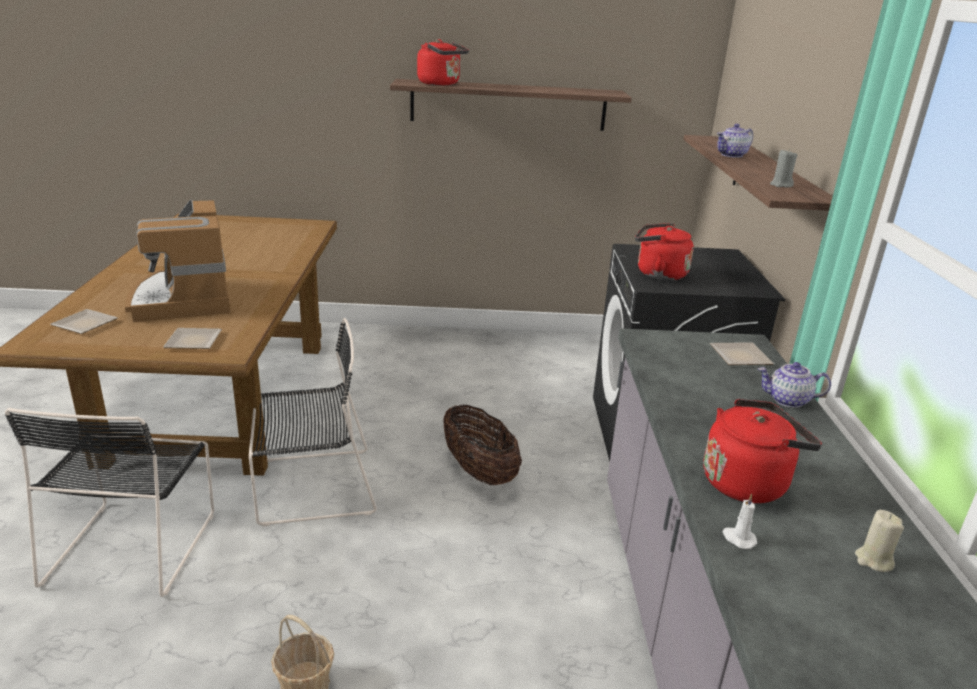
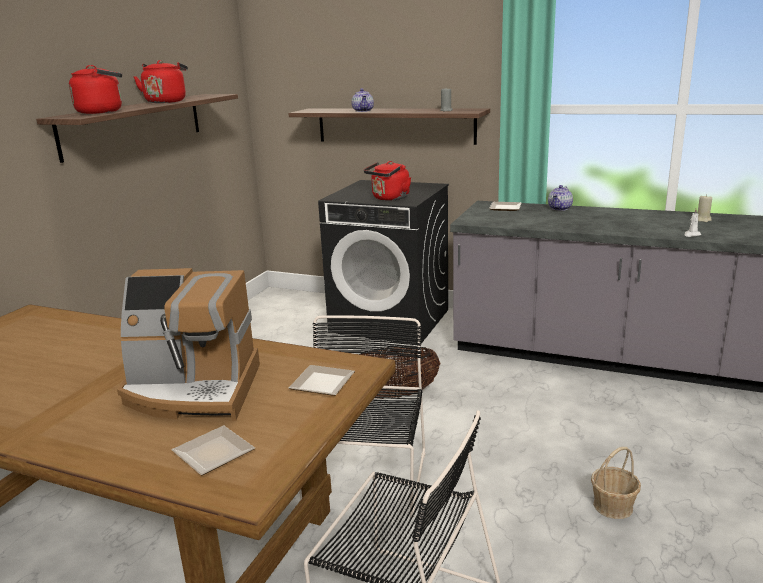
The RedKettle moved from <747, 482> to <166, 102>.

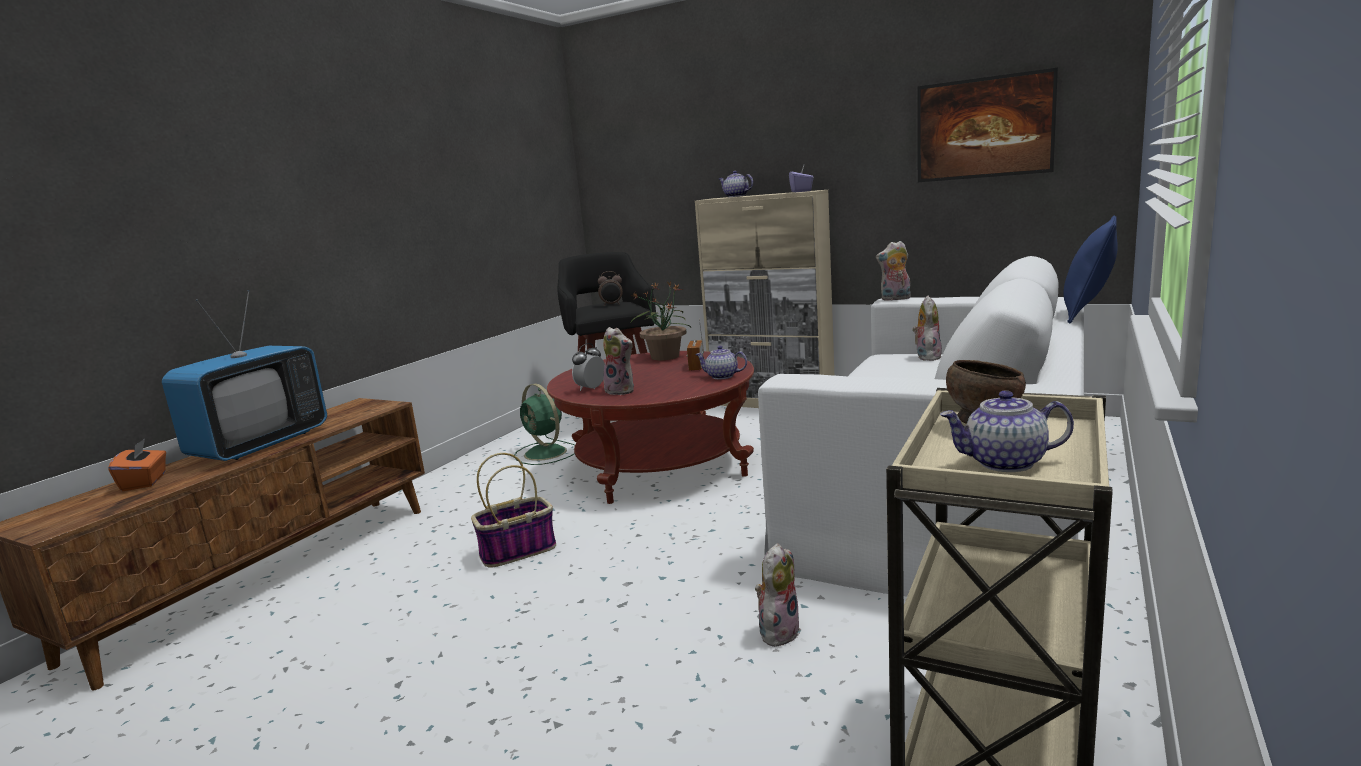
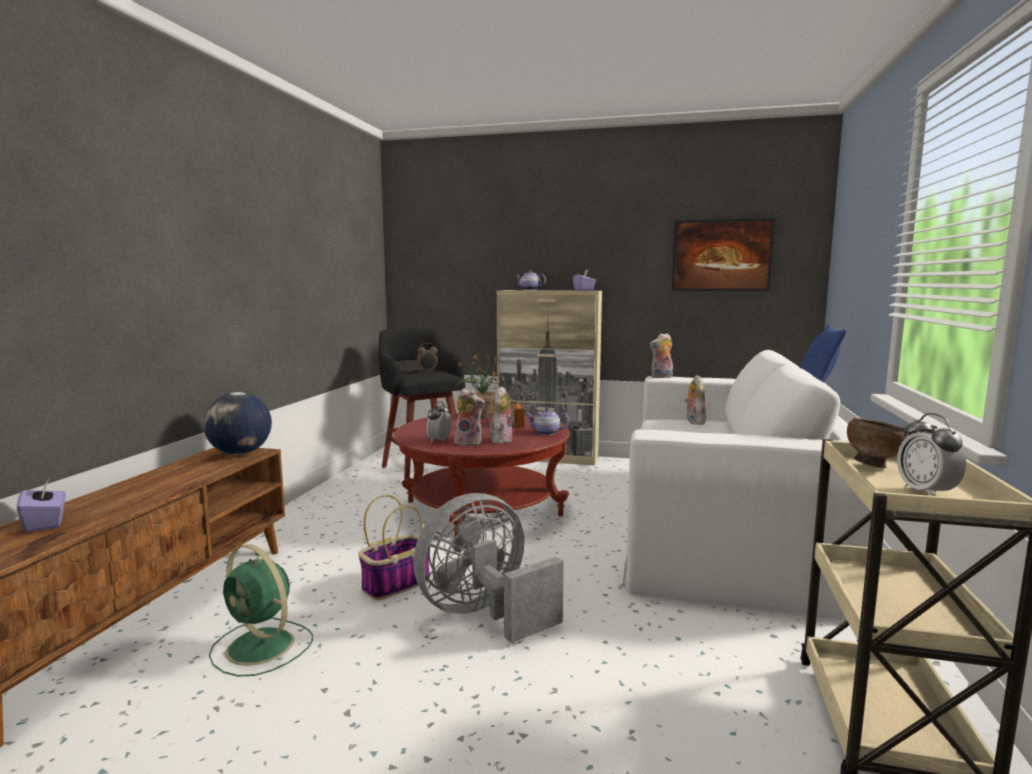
The OrangeTissueBox at <145, 482> became the PurpleTissueBox at <45, 523>.
The Television at <260, 444> disappeared.
The GreenFan moved from <546, 453> to <262, 647>.
The PlushToy moved from <778, 631> to <500, 440>.
The Teapot at <1004, 463> was replaced by the AlarmClock at <926, 492>.
The Globe at <239, 453> appeared.
The GreyFan at <484, 614> appeared.

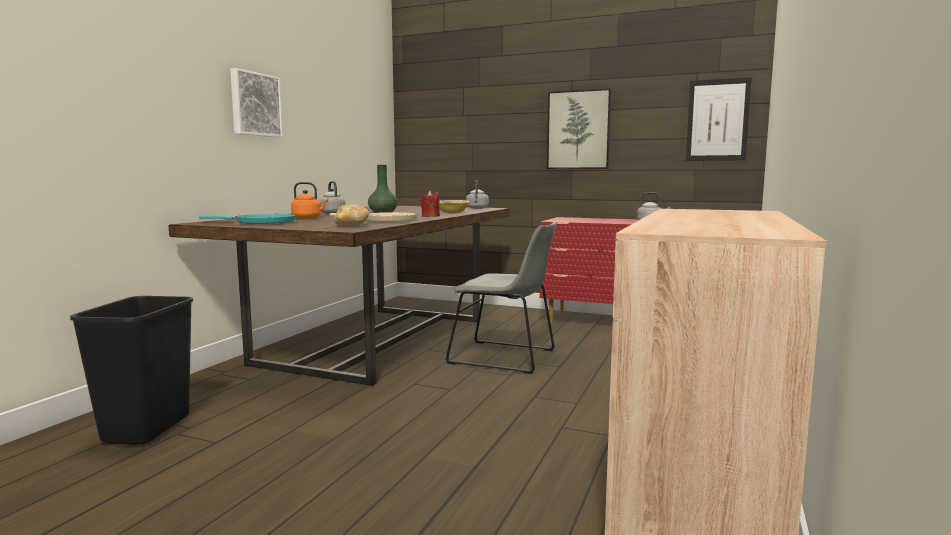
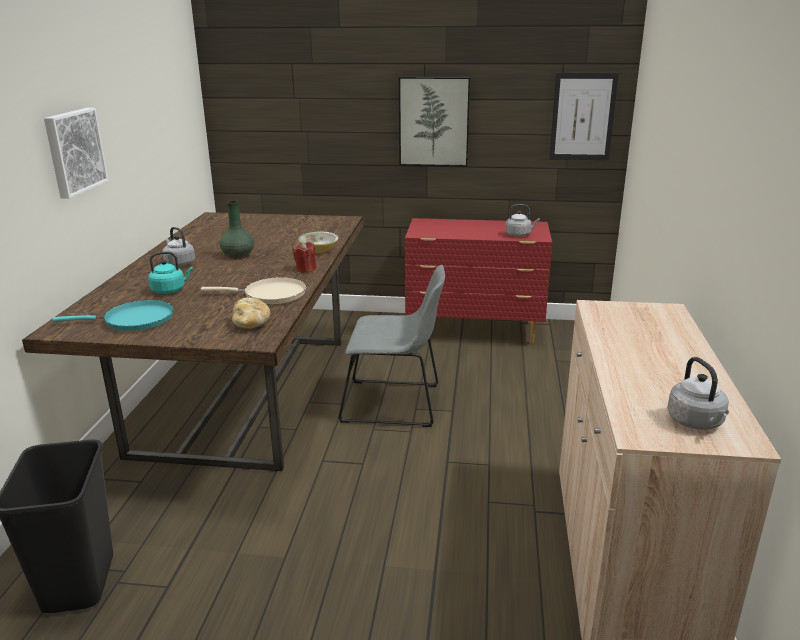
The OrangeKettle at <308, 218> became the TurquoiseKettle at <170, 290>.
The GreyKettle moved from <477, 208> to <696, 422>.

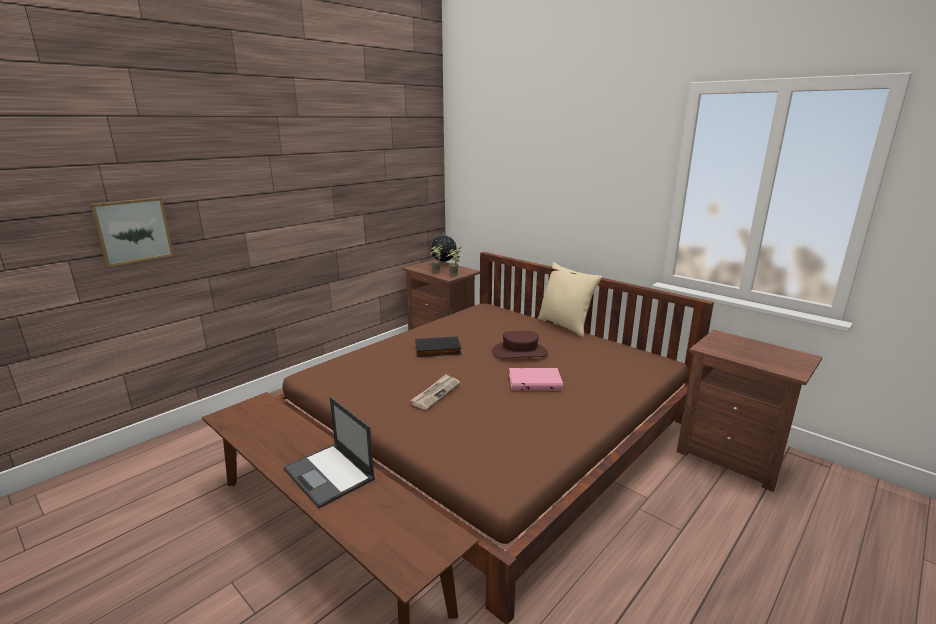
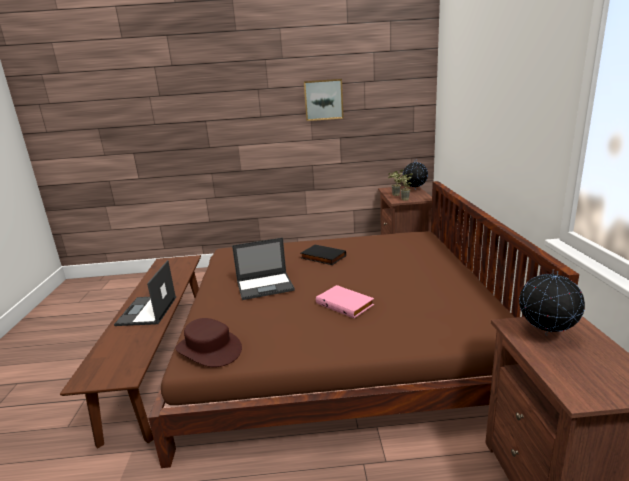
The Picture moved from <132, 230> to <323, 100>.
The Newspaper at <436, 393> was replaced by the Laptop at <266, 286>.
The BrownHat moved from <519, 352> to <209, 349>.
The BeigePillow at <565, 325> disappeared.
The Globe at <546, 334> appeared.

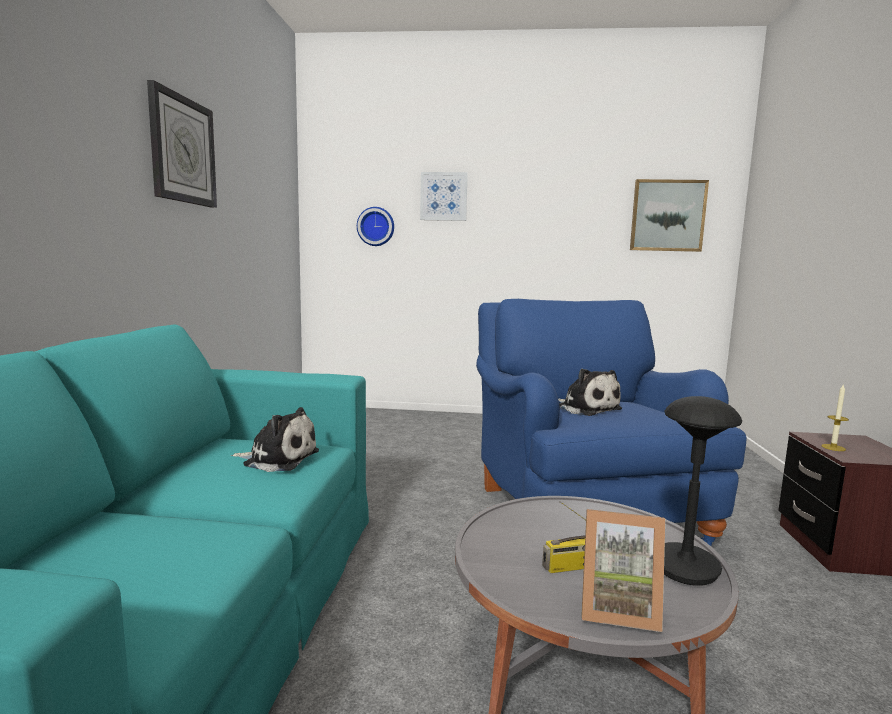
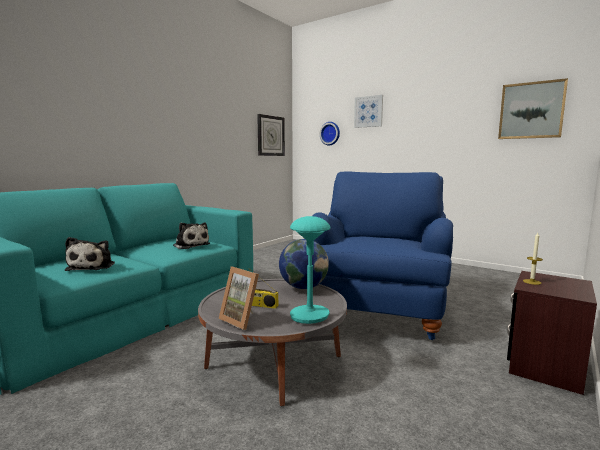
The WallClock moved from <182, 150> to <270, 136>.
The PlushToy moved from <586, 408> to <93, 266>.
The BlackTableLamp at <686, 566> became the TurquoiseTableLamp at <309, 316>.
The Globe at <303, 287> appeared.

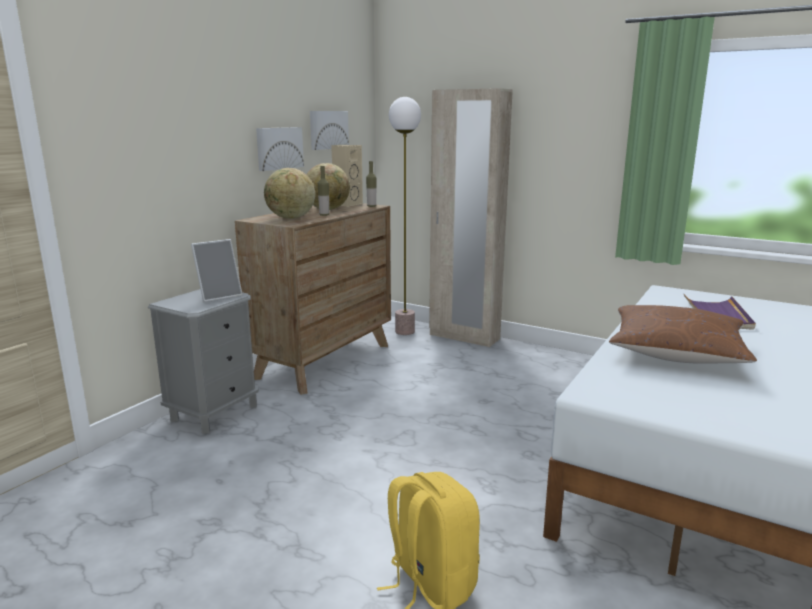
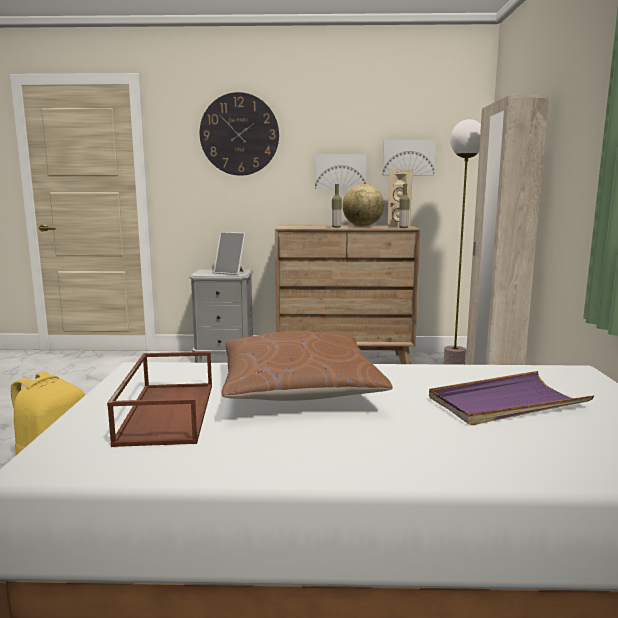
The Globe at <290, 218> disappeared.
The BrownTray at <166, 411> appeared.
The WallClock at <239, 134> appeared.

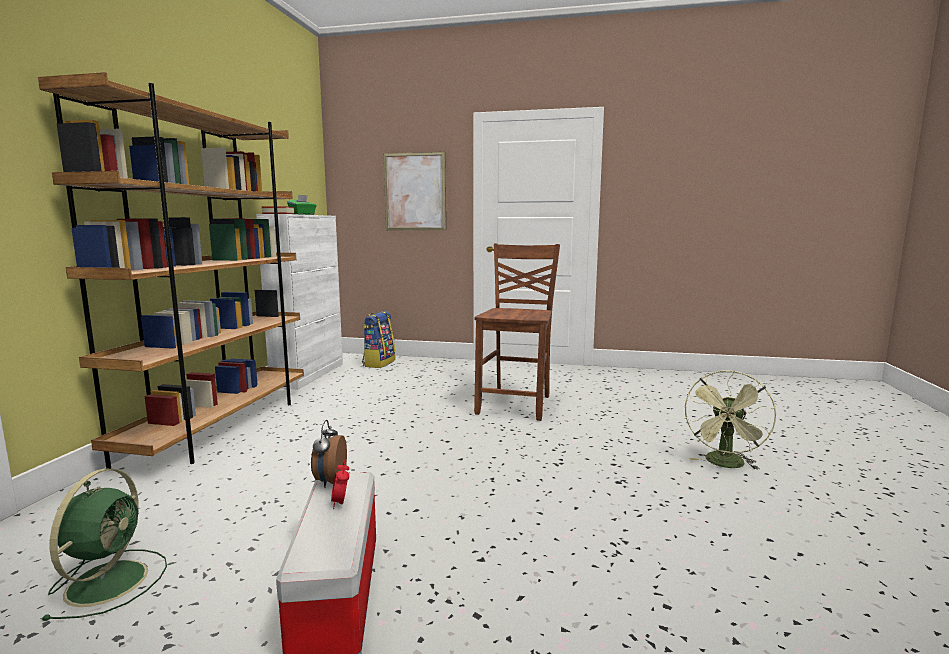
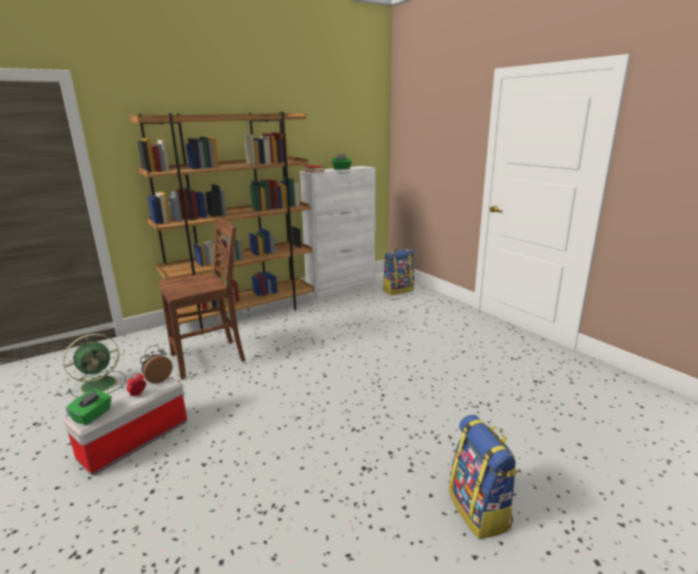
The Picture at <415, 192> disappeared.
The BrownChair moved from <516, 404> to <210, 358>.
The GreenFan at <725, 465> was replaced by the Backpack at <480, 510>.
The GreenTissueBox at <93, 415> appeared.

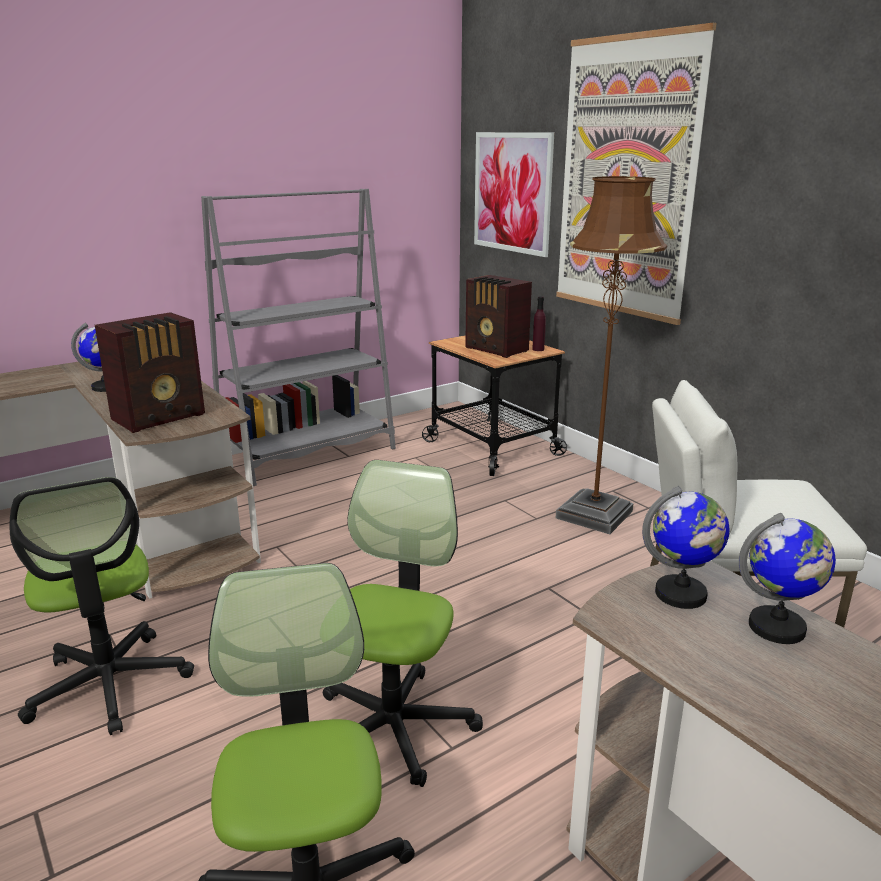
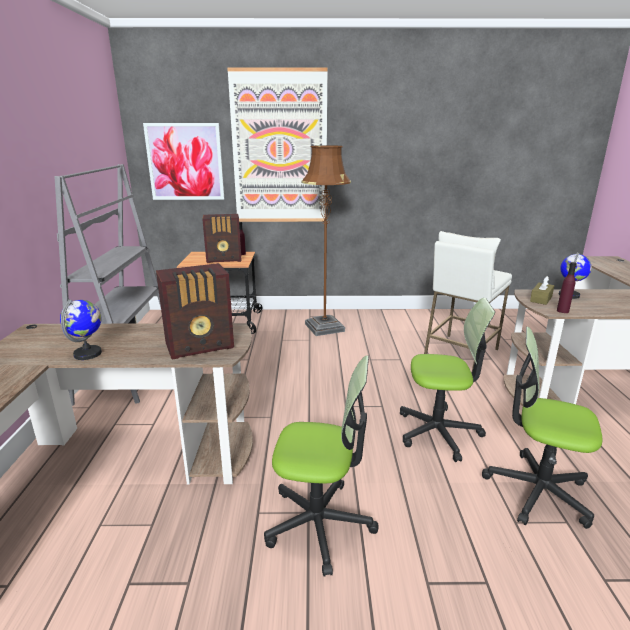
The Radio at <161, 417> turned 75 degrees clockwise.
The OfficeChair at <394, 726> turned 135 degrees clockwise.
The Globe at <681, 594> was replaced by the BrownTissueBox at <541, 299>.
The PurpleBottle at <562, 311> appeared.

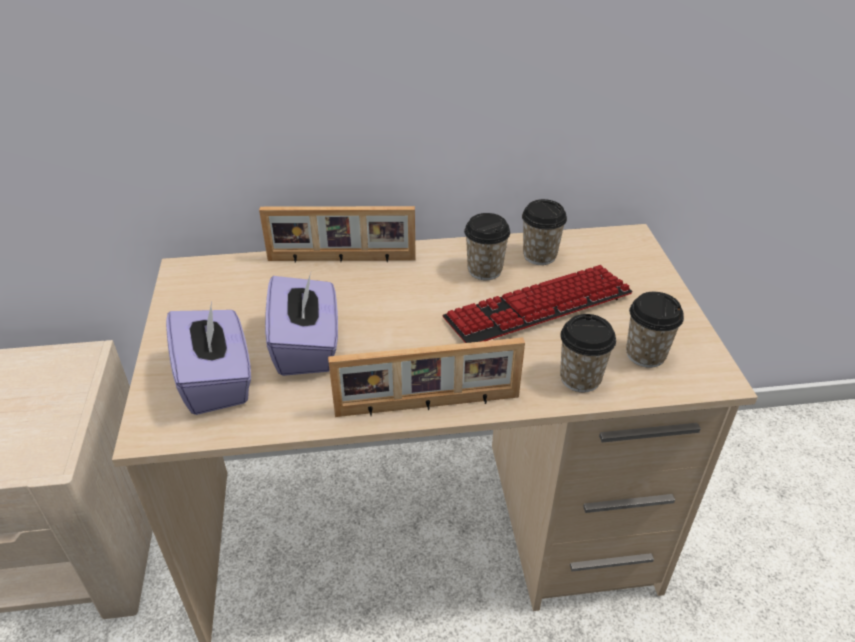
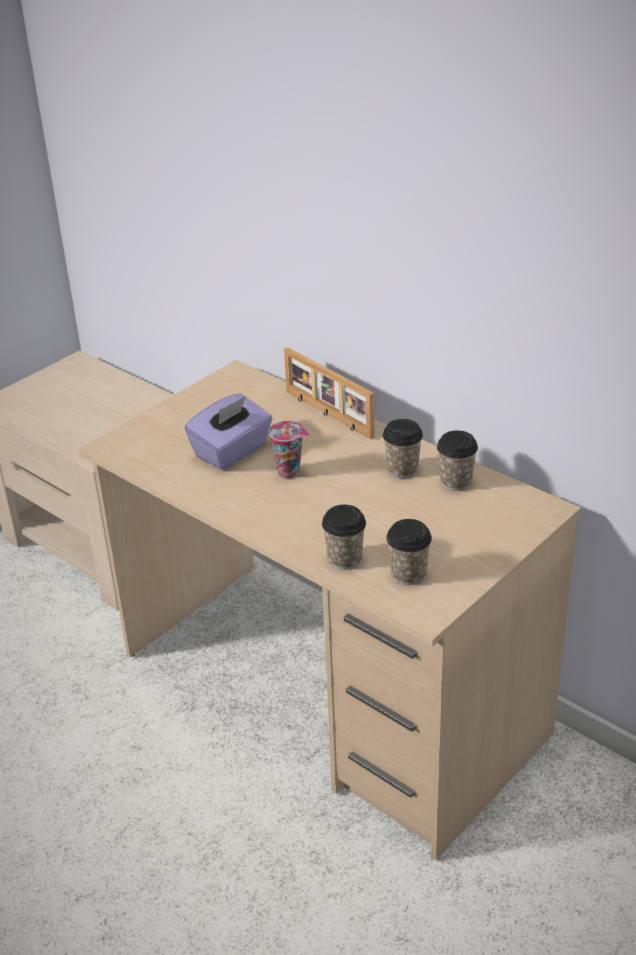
The PurpleTissueBox at <217, 380> disappeared.
The PictureFrame at <428, 406> disappeared.
The Keyboard at <538, 307> disappeared.
The Cup at <290, 472> appeared.

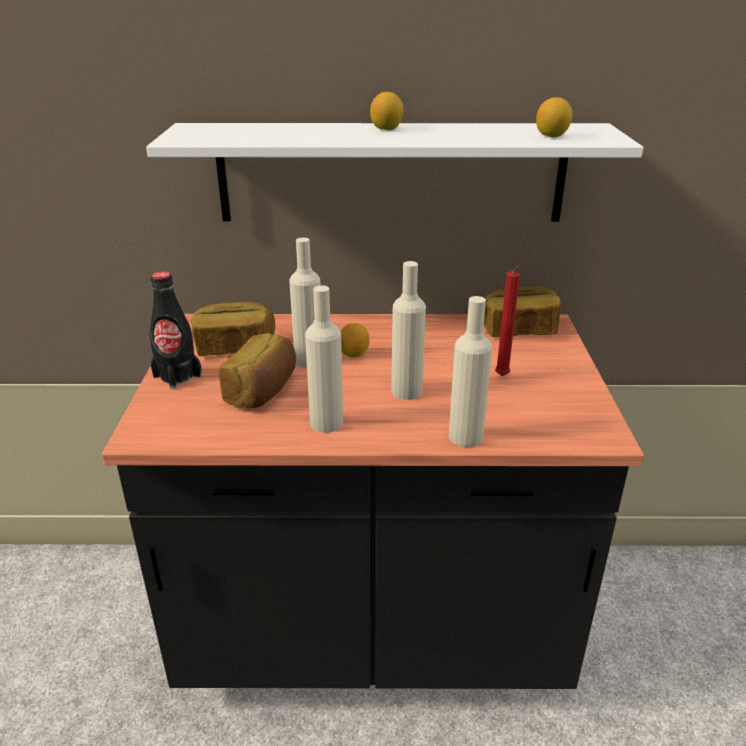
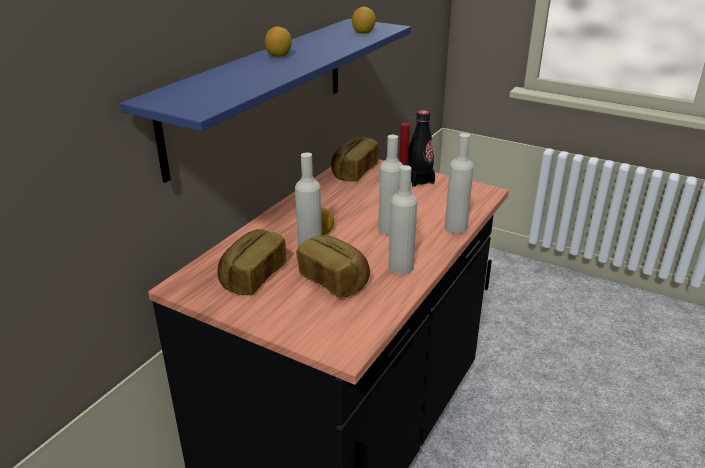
The WhiteShelf at <391, 173> became the BlueShelf at <260, 91>.
The BlackBottle moved from <177, 376> to <419, 180>.

